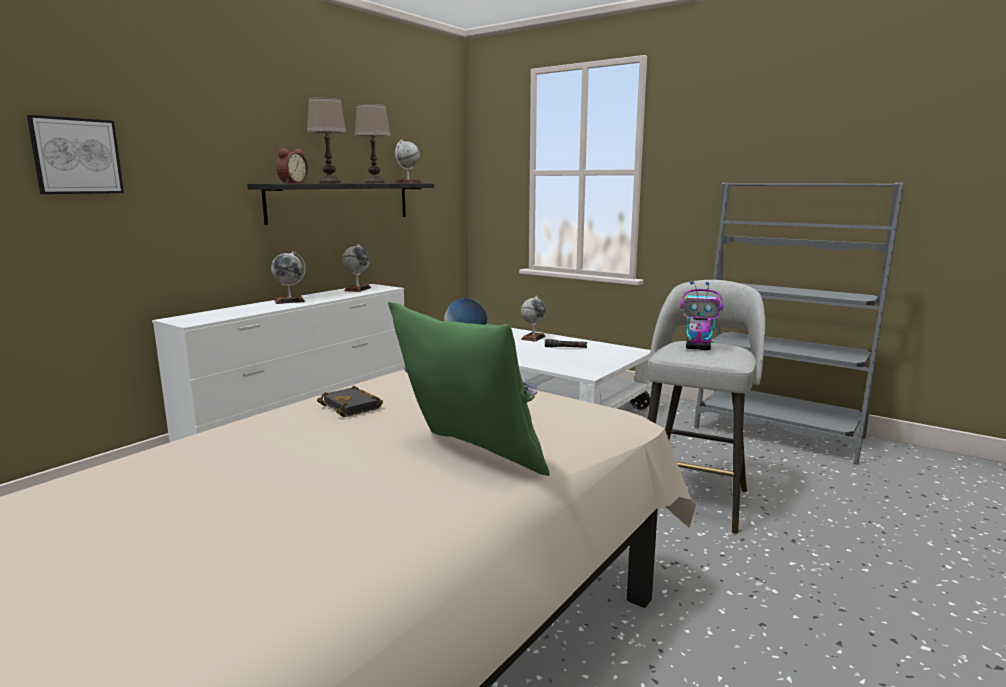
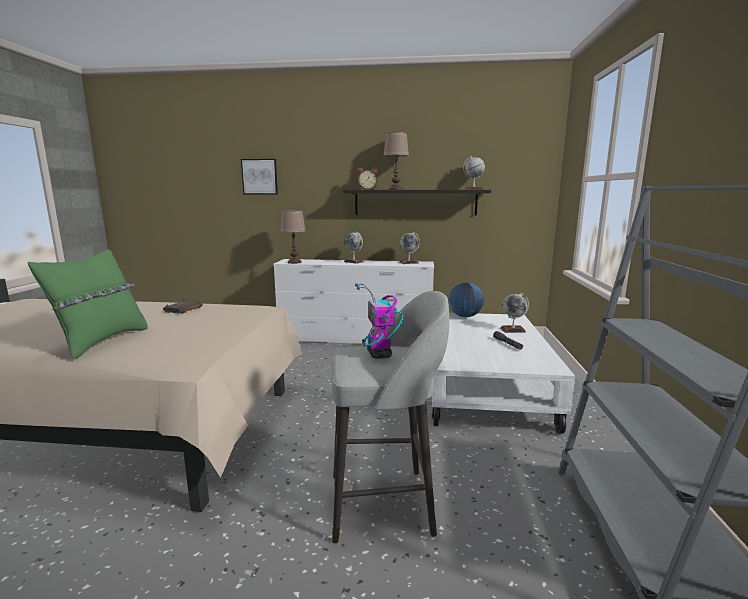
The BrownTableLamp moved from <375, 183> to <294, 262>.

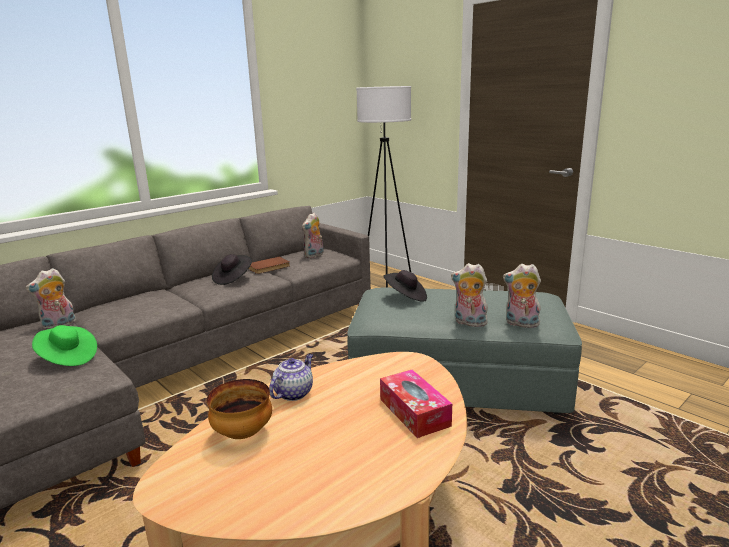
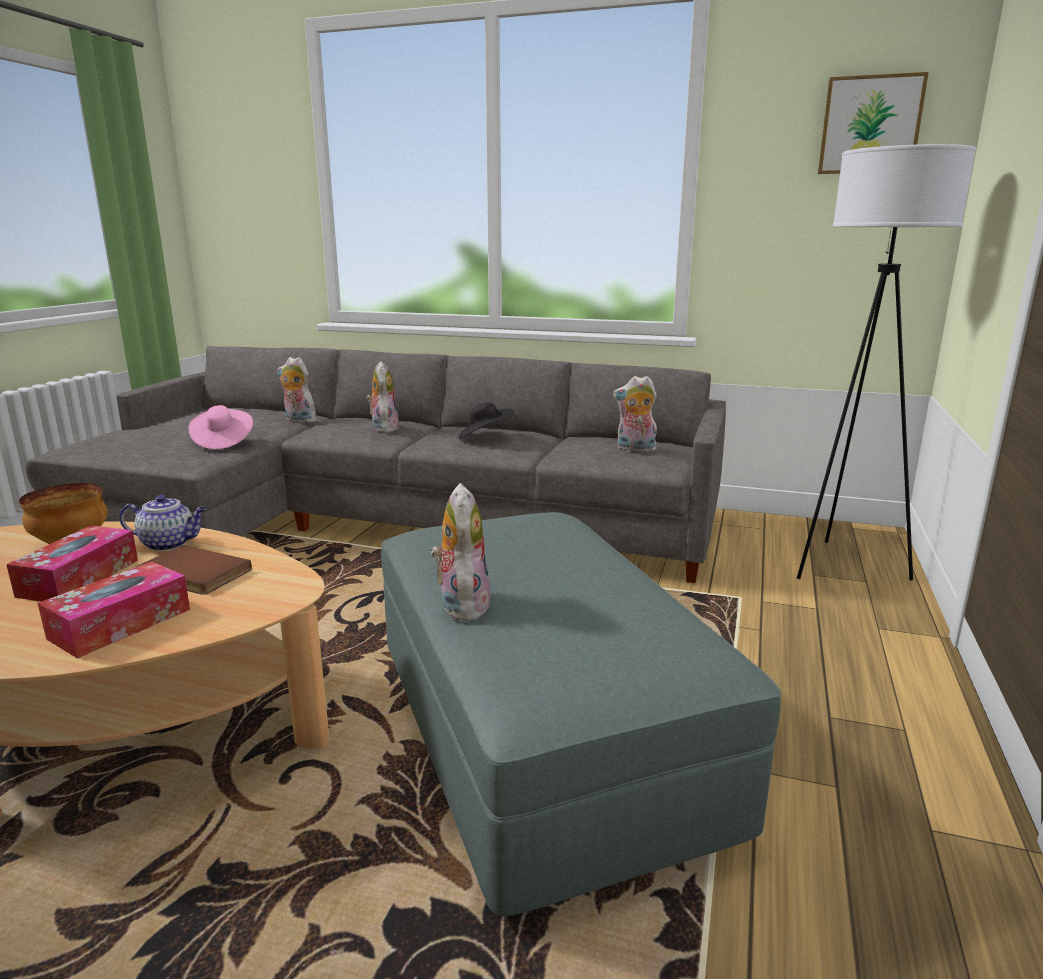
The GreenHat at <67, 358> became the PinkHat at <222, 441>.
The BrownBook moved from <269, 267> to <191, 575>.
The BlackHat at <406, 297> disappeared.
The PlushToy moved from <520, 324> to <383, 428>.
The TissueBox at <79, 578> appeared.
The Picture at <870, 125> appeared.

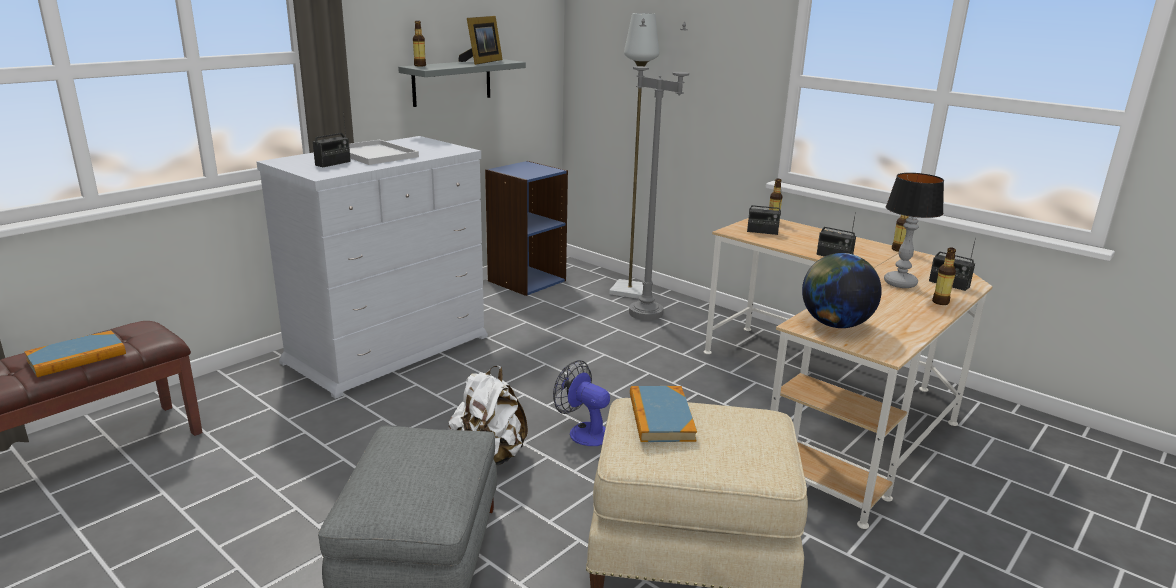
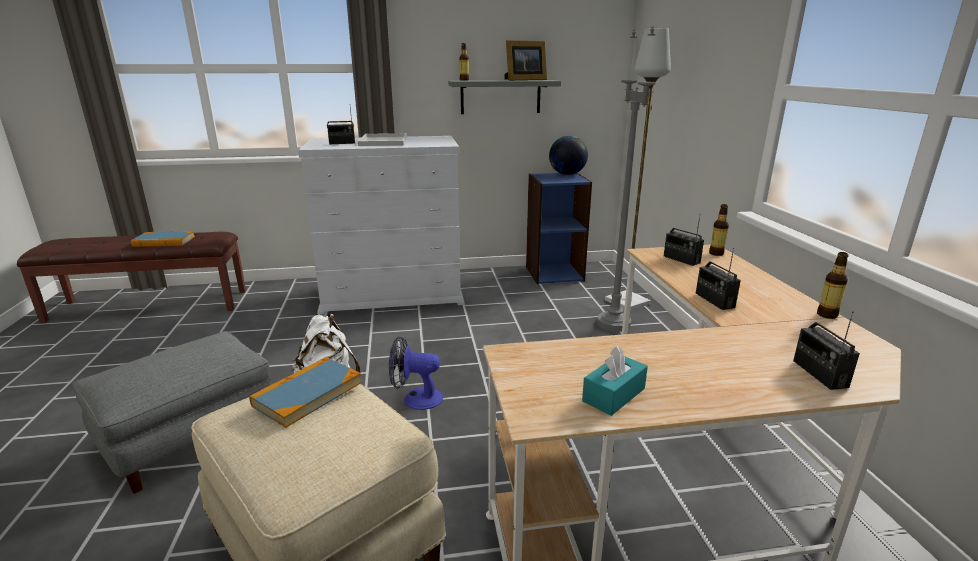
The Fan at <583, 432> turned 75 degrees counterclockwise.
The Globe moved from <835, 324> to <567, 174>.
The TableLamp at <900, 283> disappeared.
The Bottle at <940, 302> disappeared.
The TurquoiseTissueBox at <613, 395> appeared.

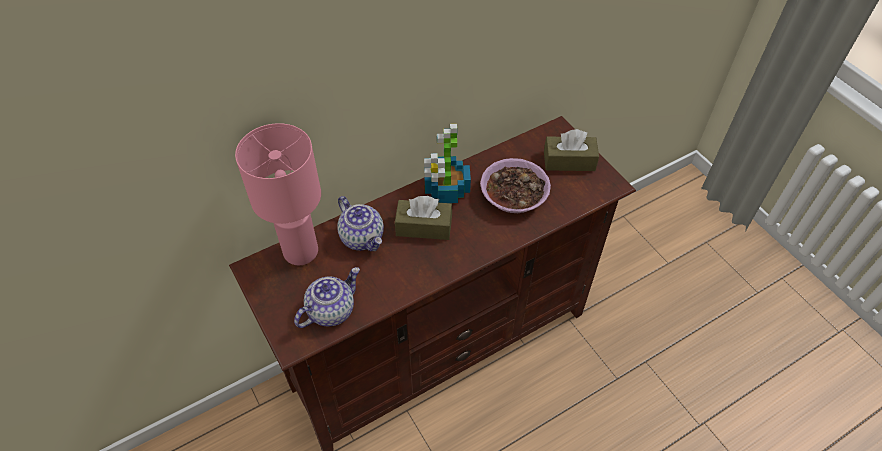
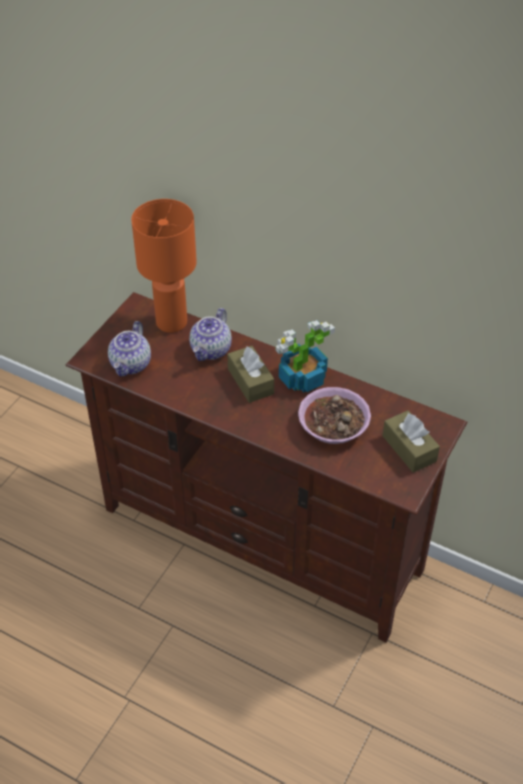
The PinkTableLamp at <301, 251> became the OrangeTableLamp at <172, 322>.
The Teapot at <331, 310> turned 90 degrees clockwise.

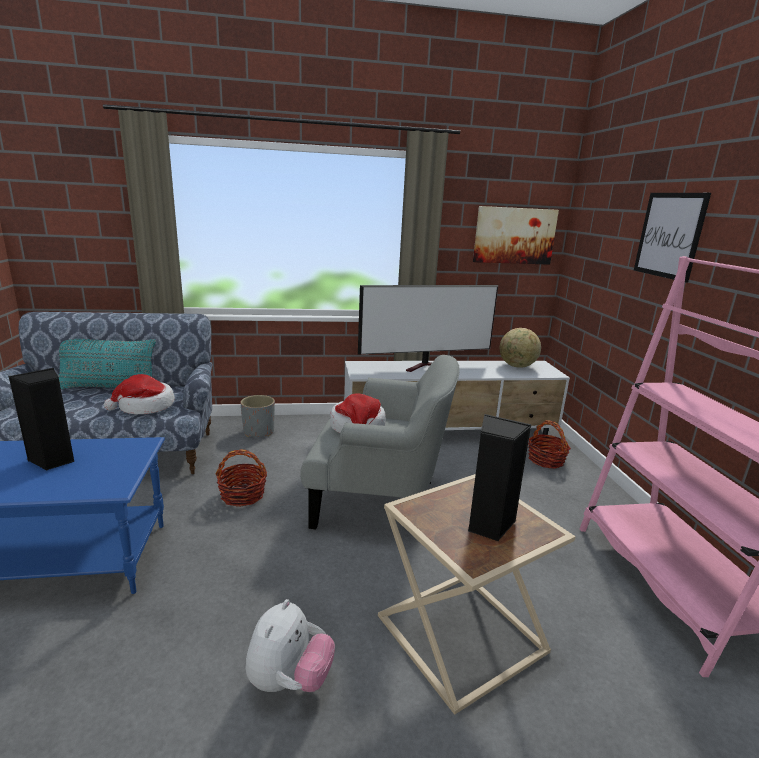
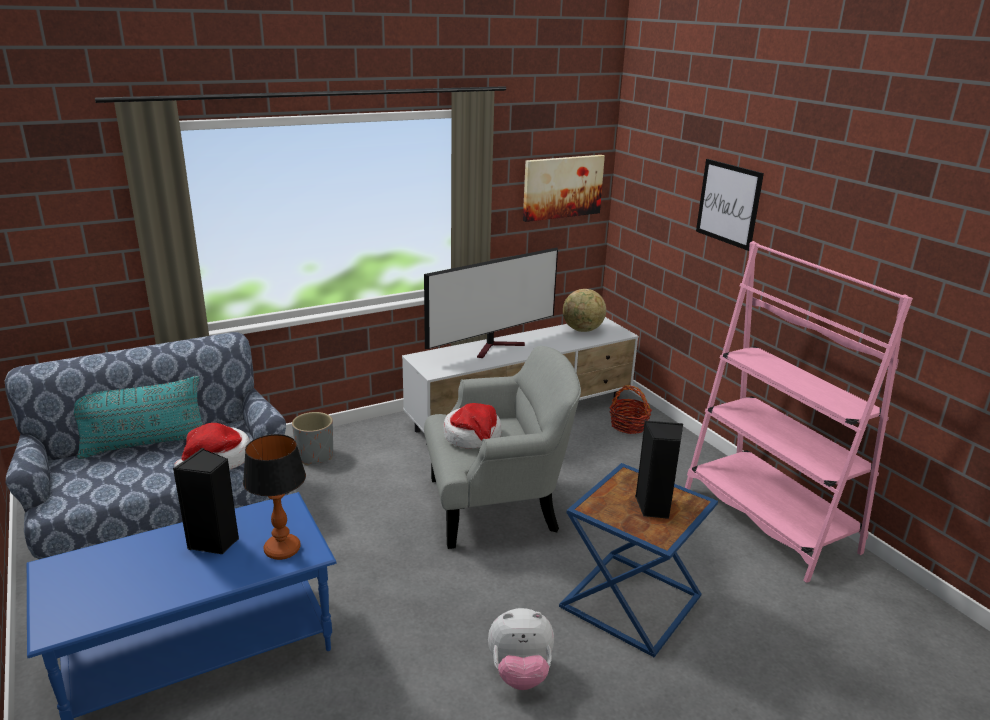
The Basket at <243, 495> disappeared.
The PlushToy at <289, 680> turned 90 degrees clockwise.
The BeigeSideTable at <460, 637> became the BlueSideTable at <631, 604>.
The TableLamp at <283, 550> appeared.

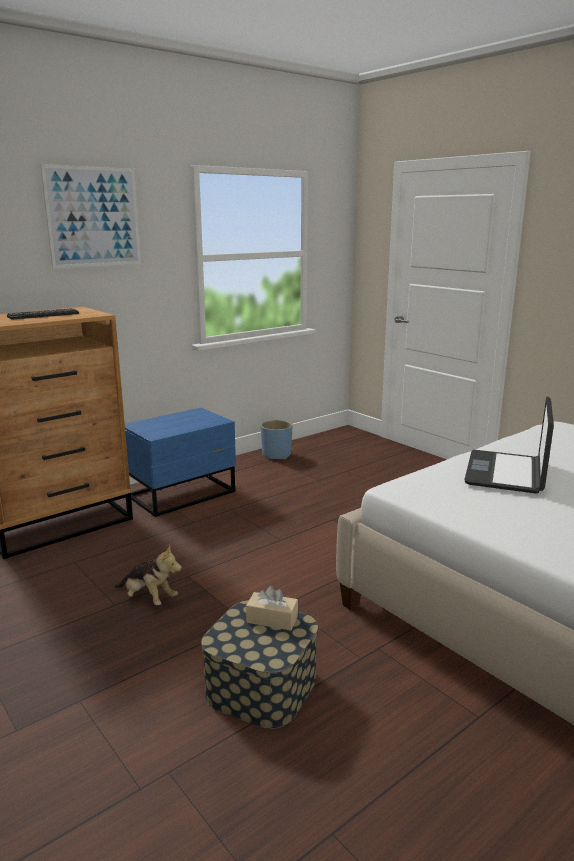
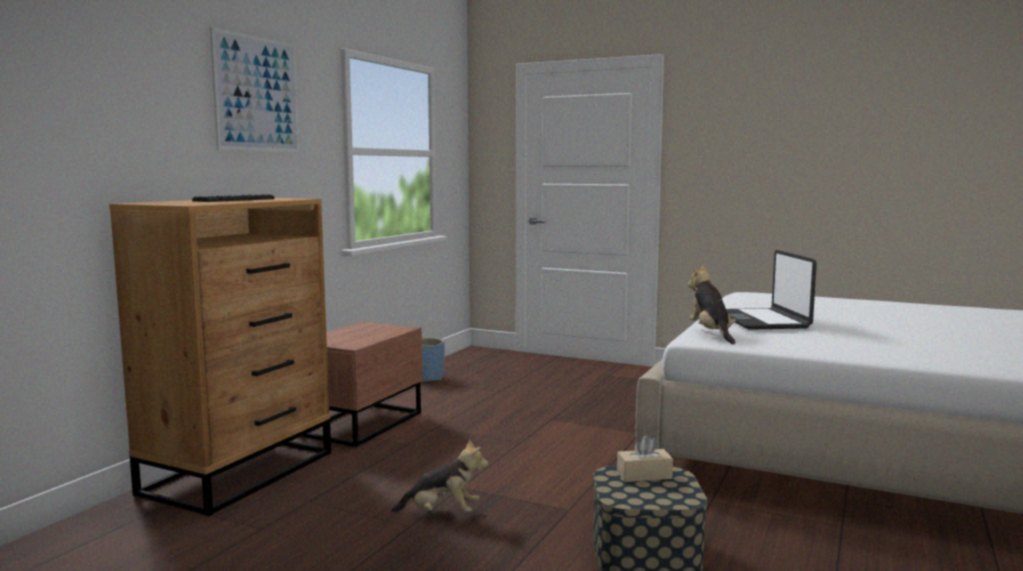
The BlueNightstand at <183, 494> became the BrownNightstand at <364, 424>.
The PlushToy at <711, 334> appeared.

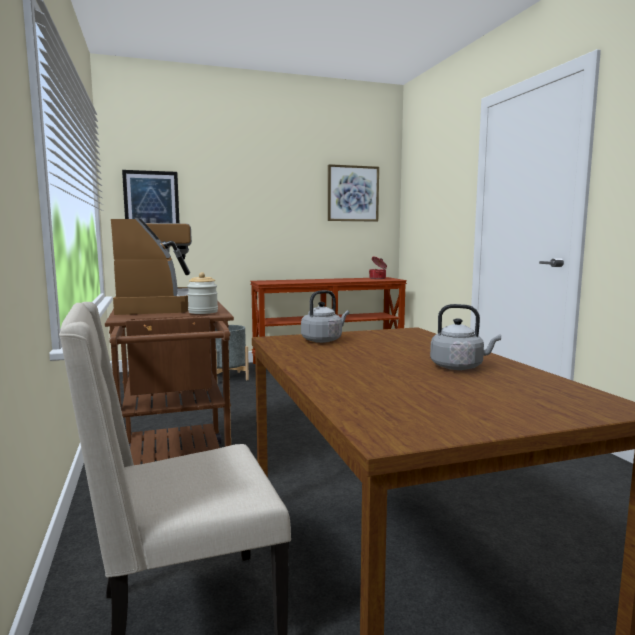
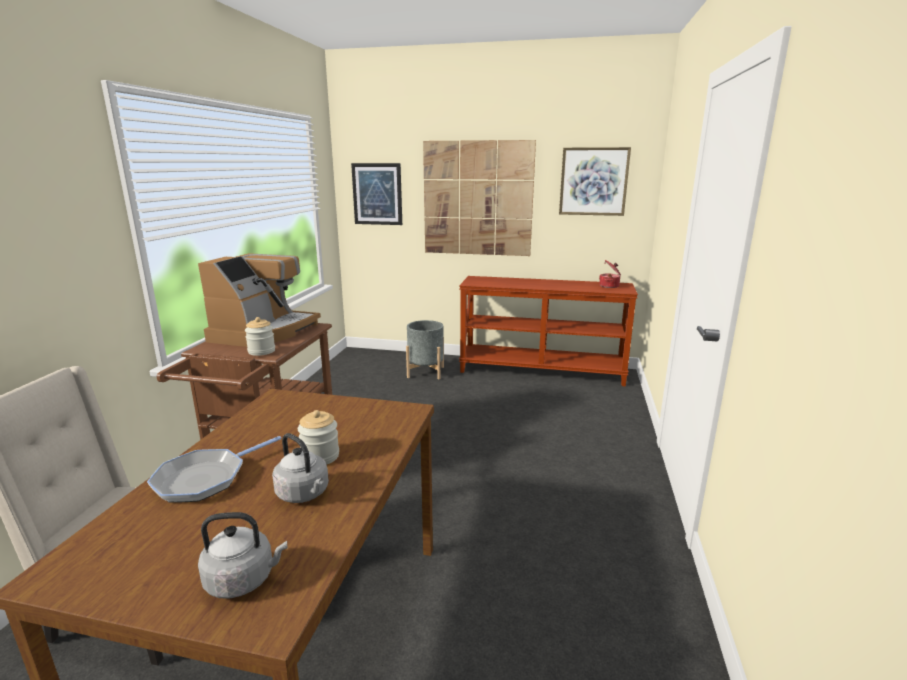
The GreyKettle moved from <323, 340> to <244, 580>.
The FryingPan at <205, 479> appeared.
The Jar at <320, 456> appeared.
The Picture at <477, 199> appeared.

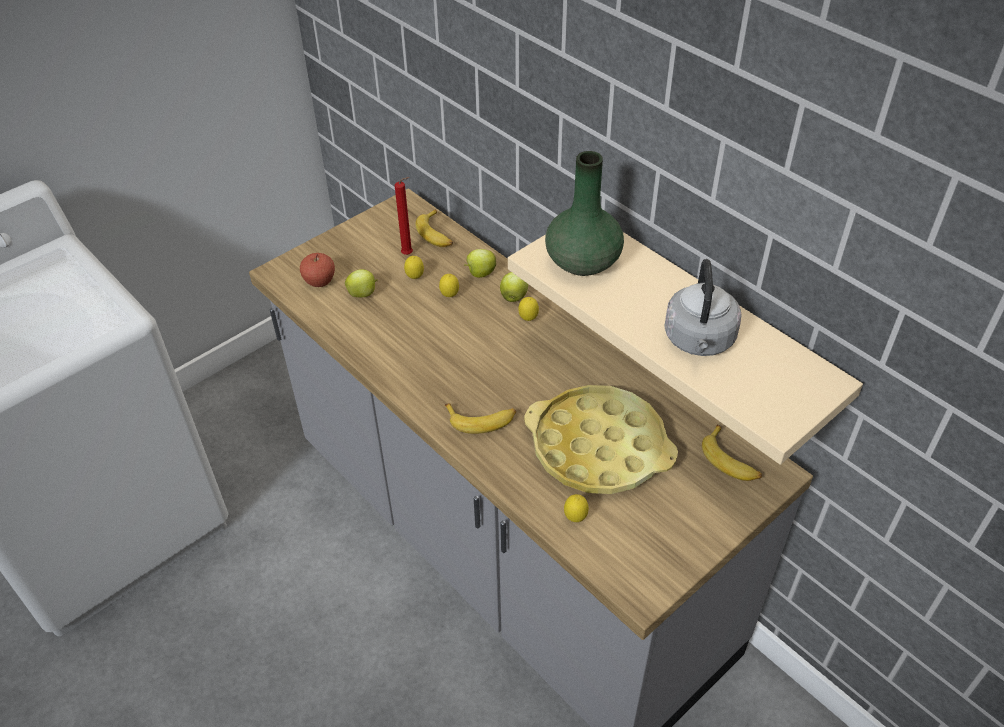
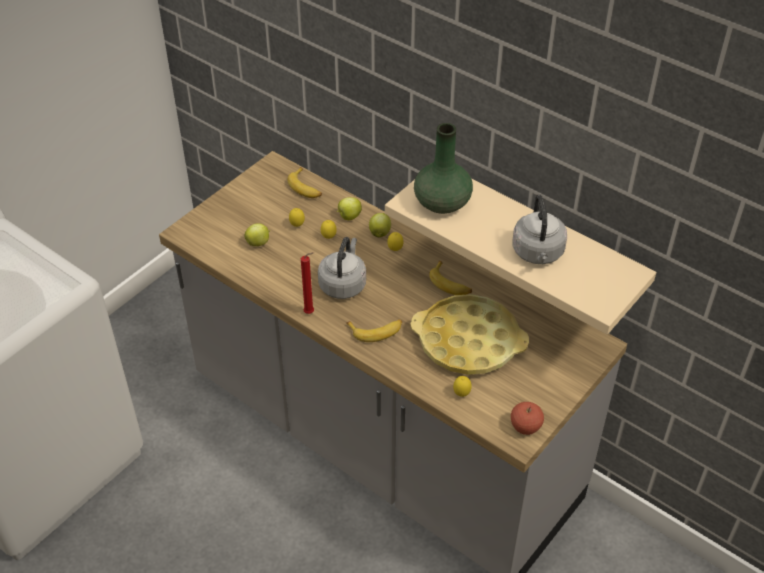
The Apple moved from <320, 282> to <525, 427>.
The RedCandle moved from <409, 255> to <310, 313>.
The Banana moved from <730, 461> to <450, 284>.
The GreyKettle at <343, 284> appeared.

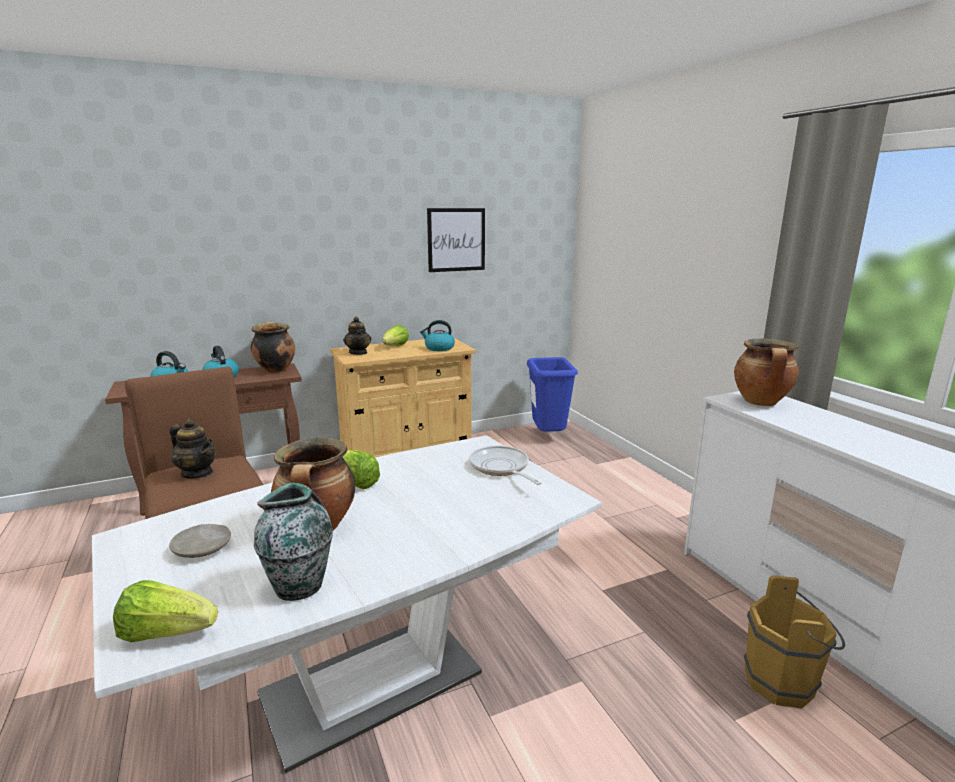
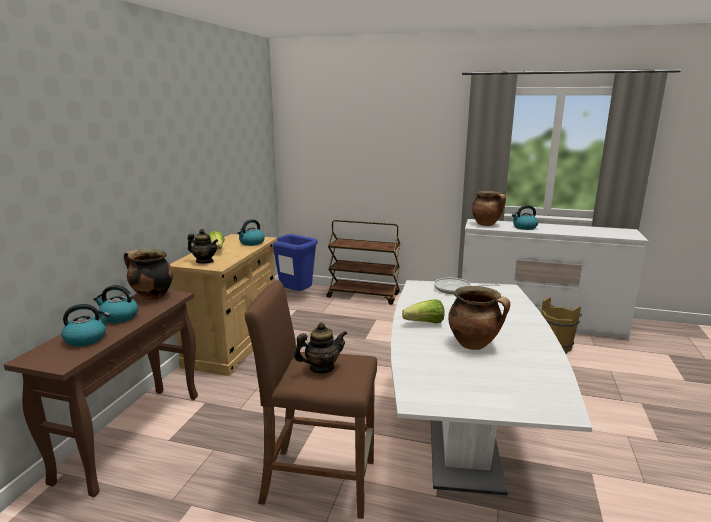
The Lettuce at <166, 633> disappeared.
The BeigePlate at <203, 548> disappeared.
The Vase at <300, 586> disappeared.
The Picture at <456, 240> disappeared.
The BrownCart at <364, 296> appeared.
The Kettle at <524, 227> appeared.

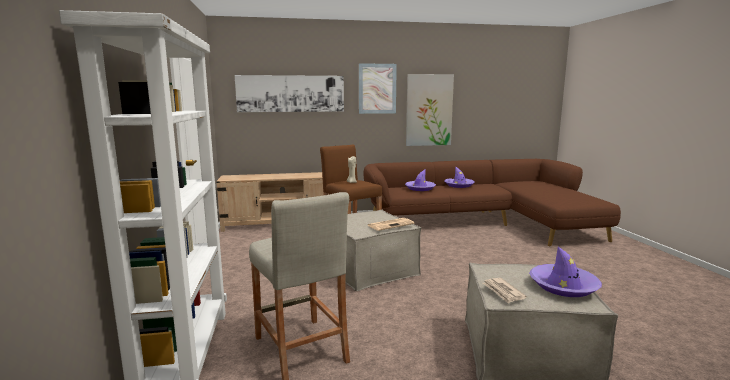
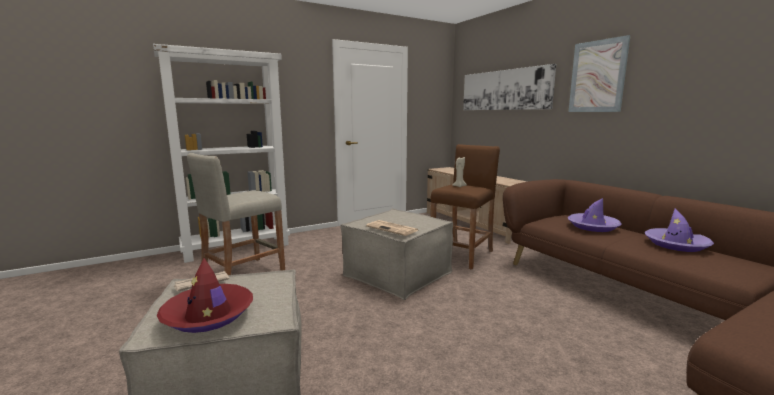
The Picture at <429, 110> disappeared.
The PurpleHat at <563, 286> became the RedHat at <208, 315>.

